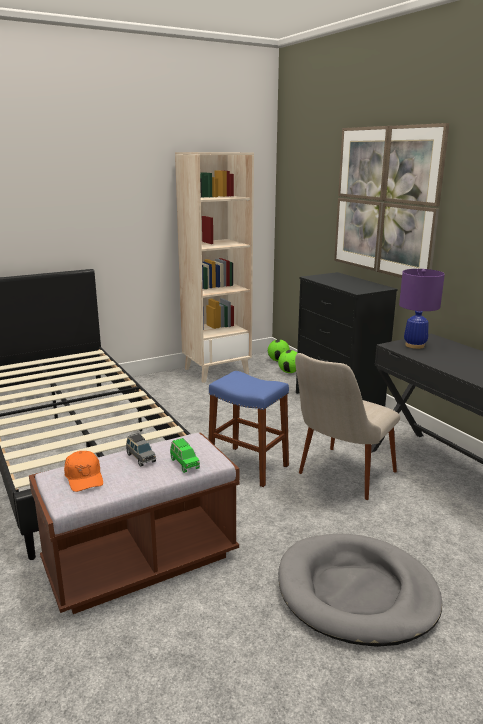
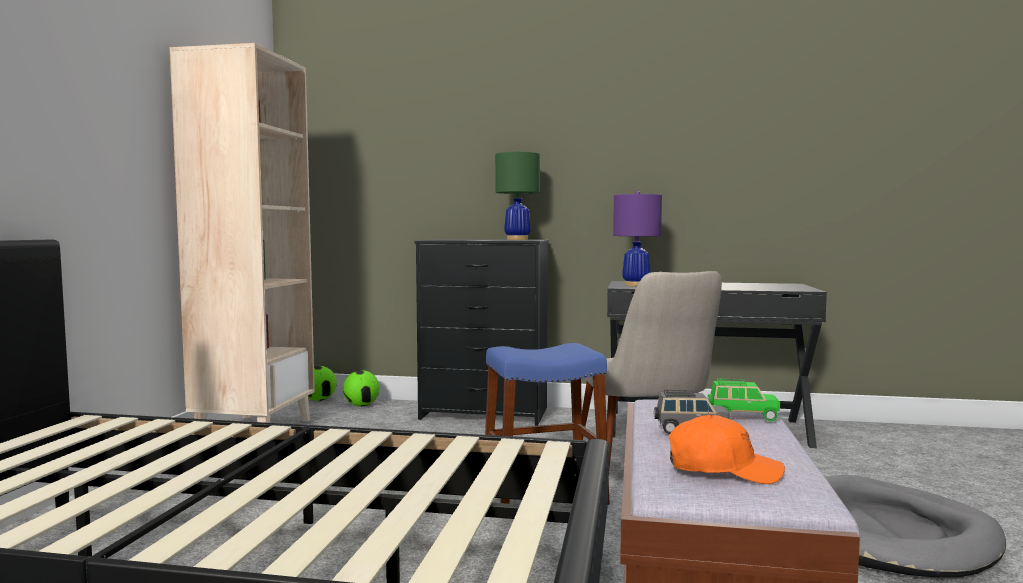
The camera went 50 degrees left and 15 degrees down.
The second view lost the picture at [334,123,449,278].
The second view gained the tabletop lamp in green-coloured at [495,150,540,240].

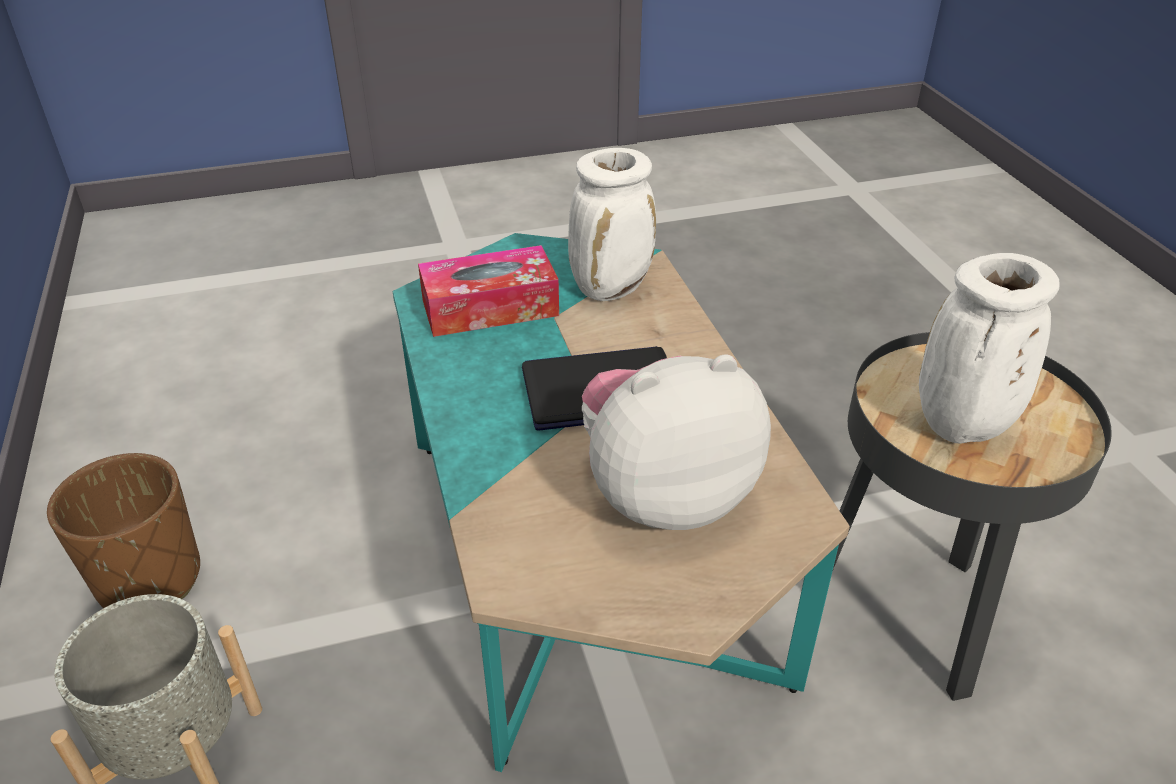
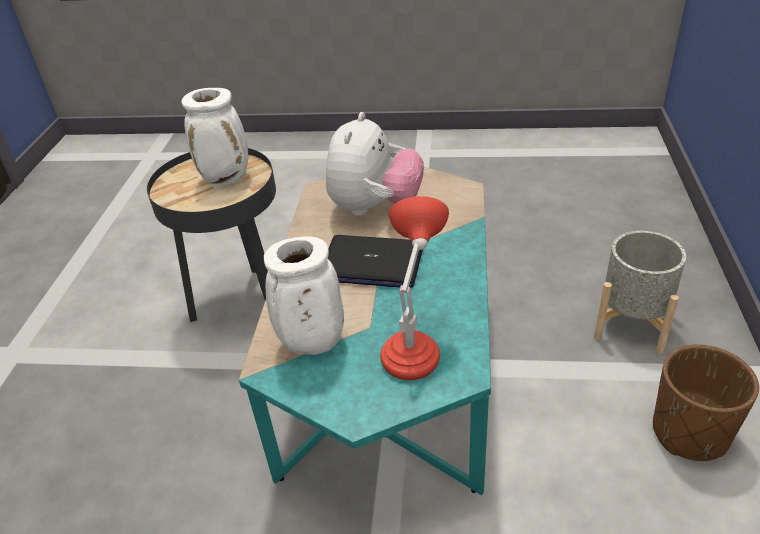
The camera went 155 degrees left and 0 degrees up.
Where the tissue holder stood at [418,245,559,337], the tabletop lamp in red came to stand at [380,196,449,380].
The cuddly toy at [582,354,771,530] ended up facing another way, 75 degrees counterclockwise from before.

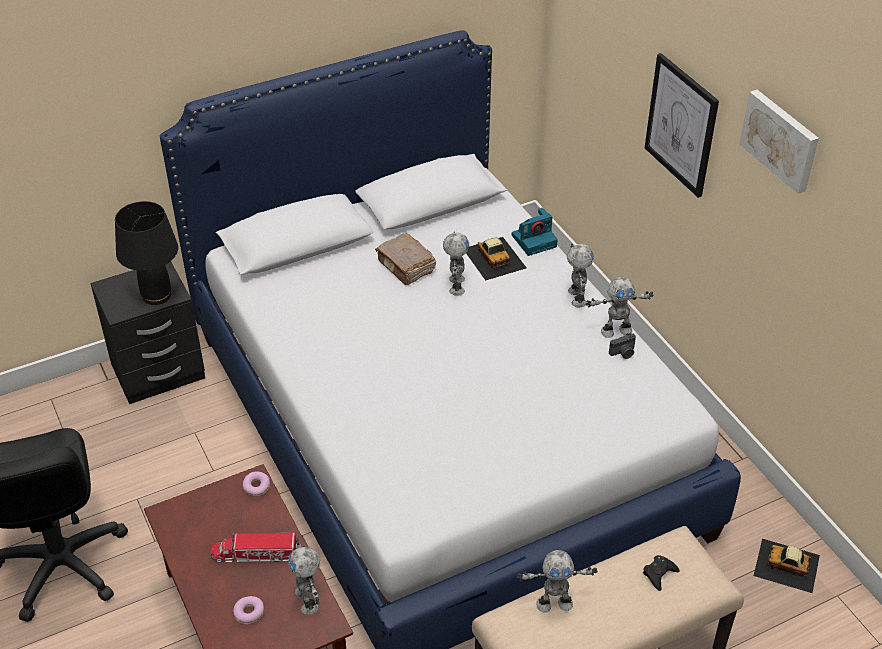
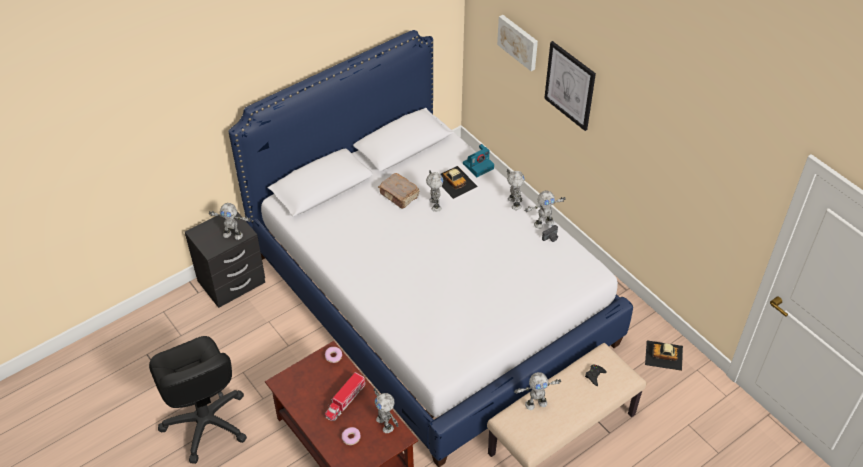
The camera went 10 degrees left and 5 degrees up.
Where the tabletop lamp in blackish stood at [115,201,178,305], the toy robot came to stand at [209,203,251,240].
The toy lorry at [211,533,296,563] ended up facing another way, 45 degrees counterclockwise from before.
The picture ended up elsewhere, having gone from [739,90,819,194] to [497,15,538,71].

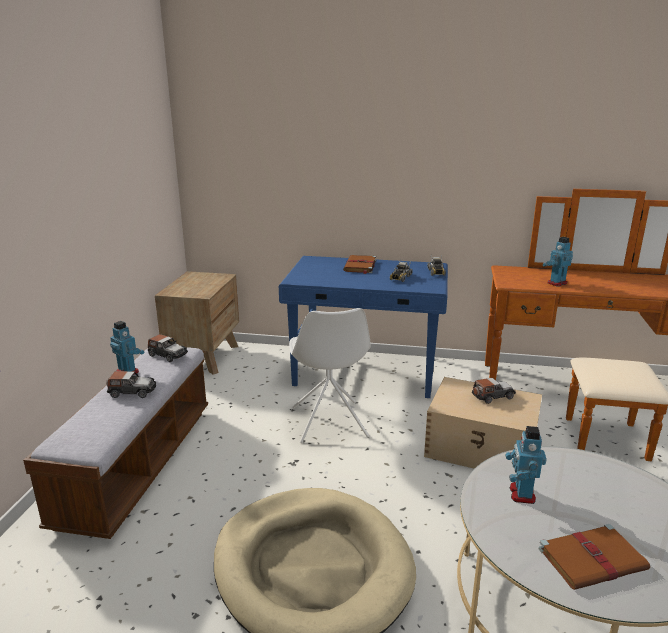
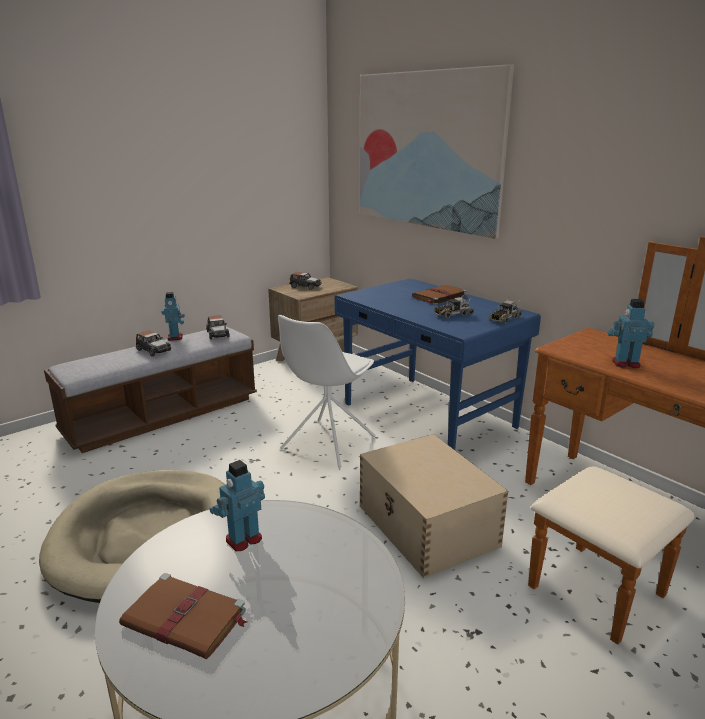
The camera went 40 degrees right and 0 degrees up.
The toy car ended up elsewhere, having gone from [472,378,516,404] to [289,272,322,290].
The second view gained the picture at [359,64,514,239].

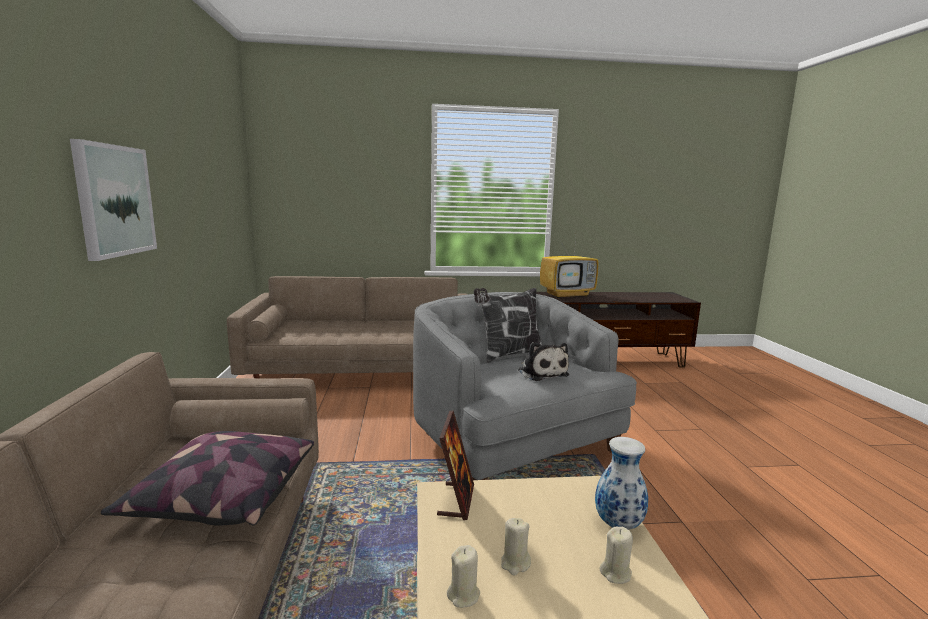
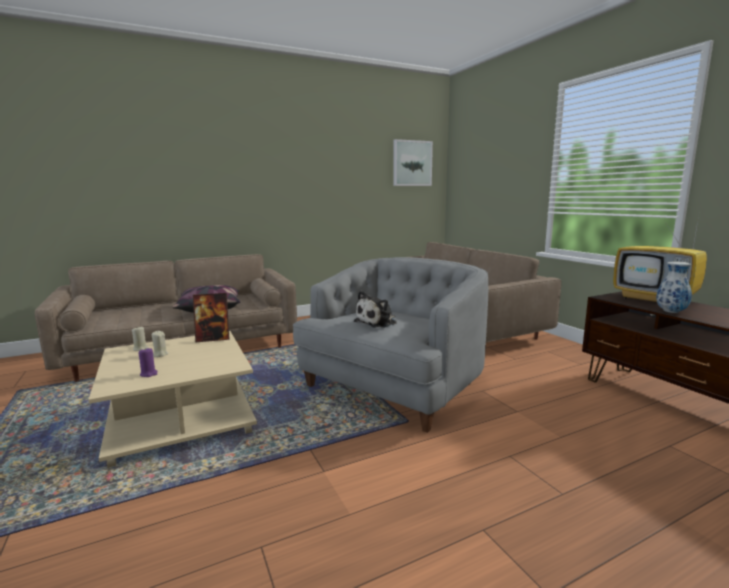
The camera went 70 degrees right and 0 degrees up.
The picture ended up elsewhere, having gone from [70,139,157,261] to [393,139,433,186].
The second view lost the throw pillow at [474,288,542,363].
The flower vase ended up elsewhere, having gone from [595,437,648,530] to [656,261,692,313].
What was the wax light in sand-coloured at [600,527,633,584] turned into the wax light in purple at [139,348,158,377].

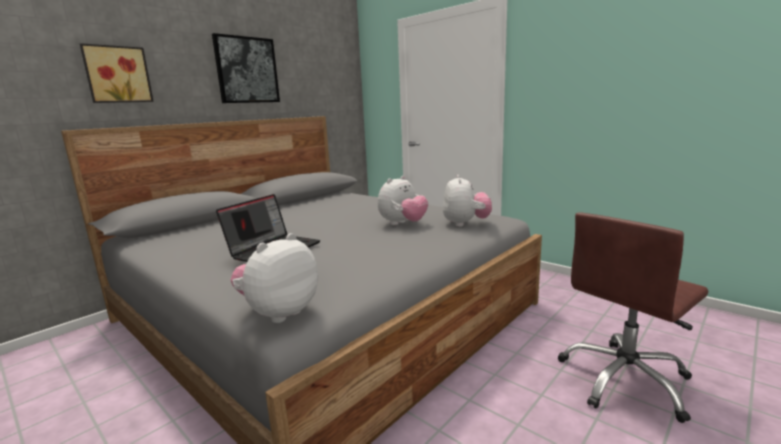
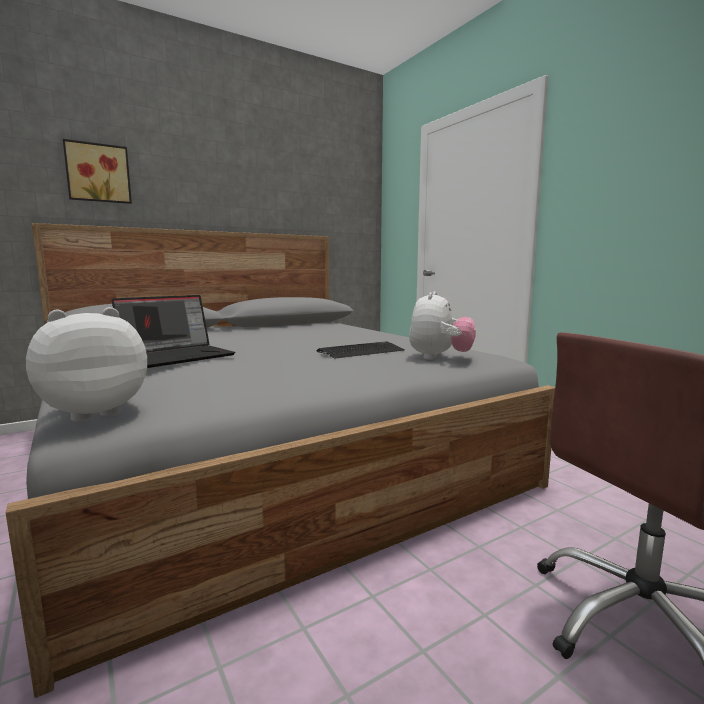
The camera went 15 degrees right and 5 degrees down.
The second view lost the picture at [212,33,280,103].
Where the cuddly toy stood at [378,176,428,225], the computer keyboard came to stand at [317,342,405,359].

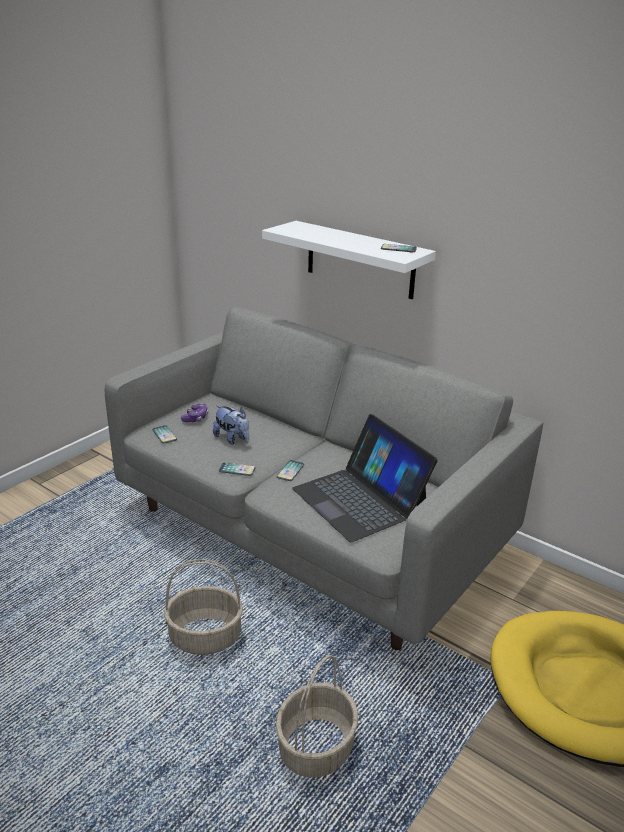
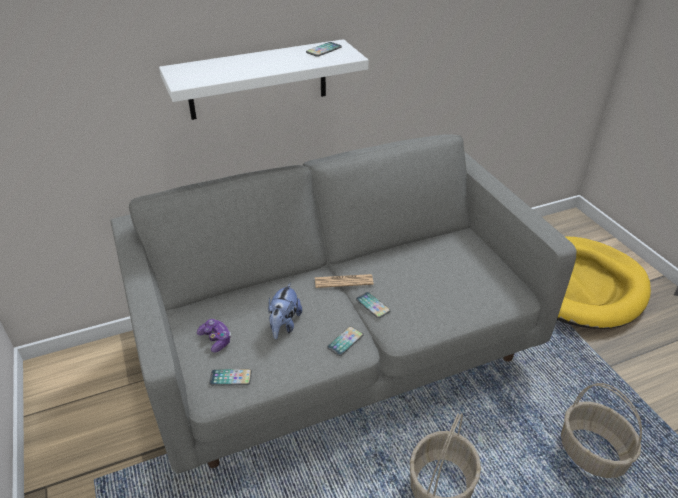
The camera went 60 degrees left and 10 degrees up.
The cuddly toy at [213,405,249,444] ended up facing another way, 120 degrees clockwise from before.
The second view lost the laptop at [292,414,438,542].
The second view gained the daily paper at [315,274,374,288].

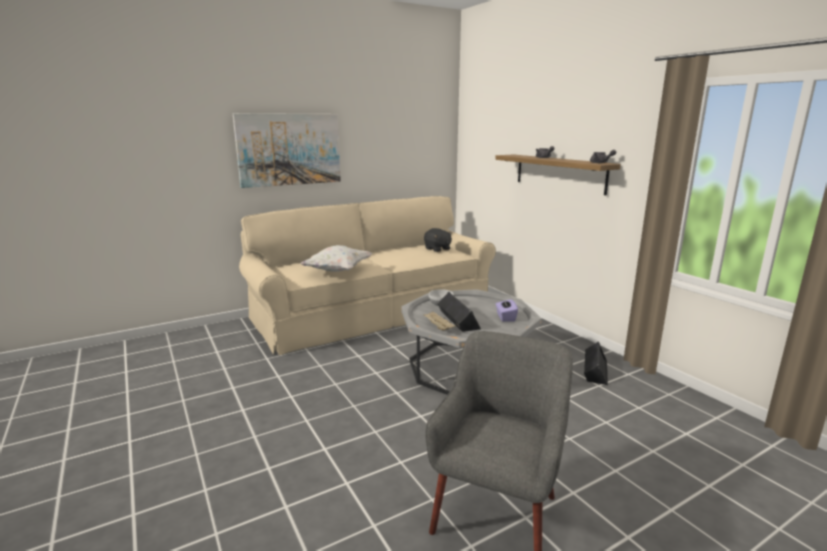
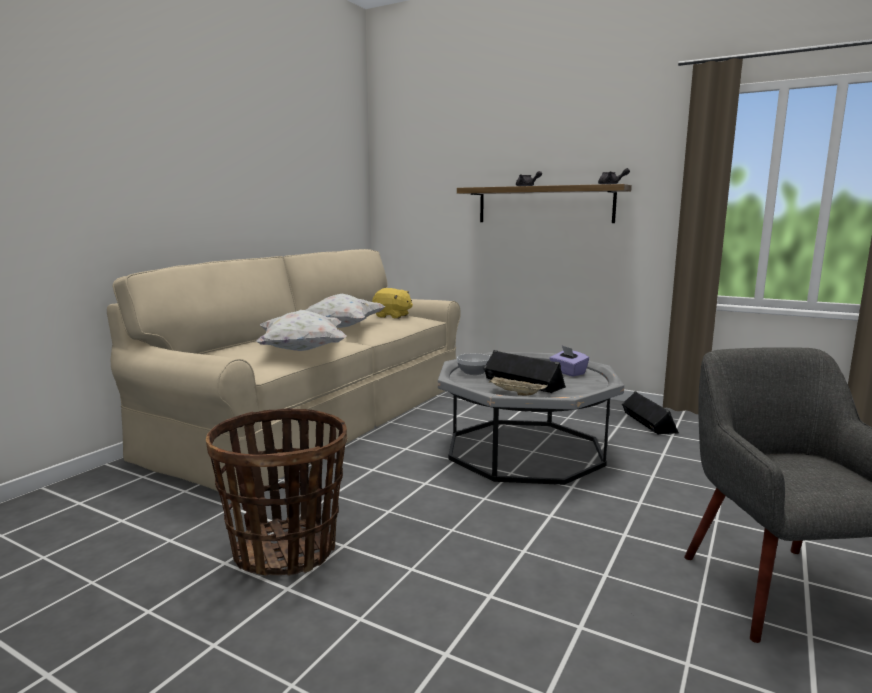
The camera went 30 degrees left and 5 degrees down.
The second view lost the picture at [233,113,341,188].
What was the cuddly toy in blackish at [424,228,452,252] turned into the cuddly toy in yellow-coloured at [372,288,413,319].
The second view gained the basket at [206,408,347,576].
The second view gained the throw pillow in white-coloured at [306,294,385,328].

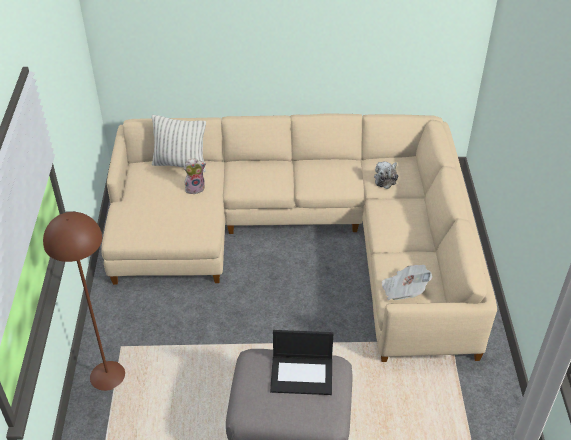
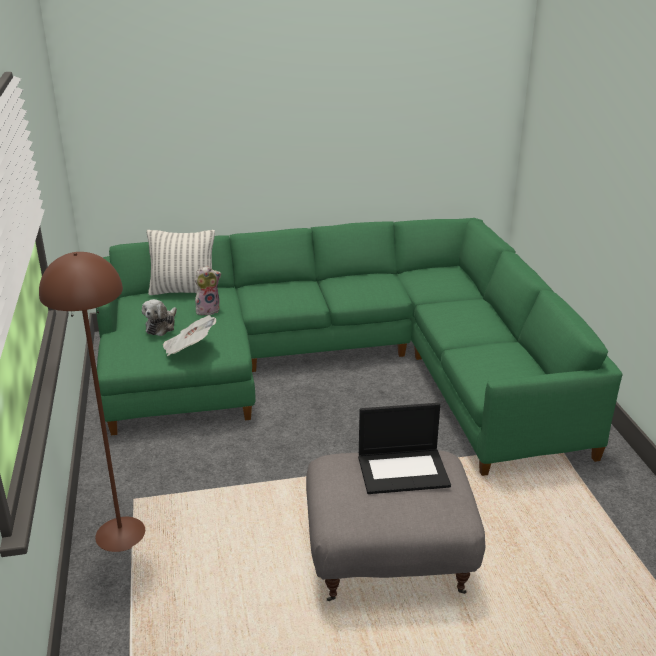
The camera went 10 degrees left and 15 degrees down.
What was the settee in sand-coloured at [101,113,497,362] turned into the settee in green-coloured at [96,218,623,476].
The cuddly toy ended up elsewhere, having gone from [374,161,398,189] to [142,299,177,336].
The daily paper ended up elsewhere, having gone from [381,265,432,300] to [163,315,216,356].

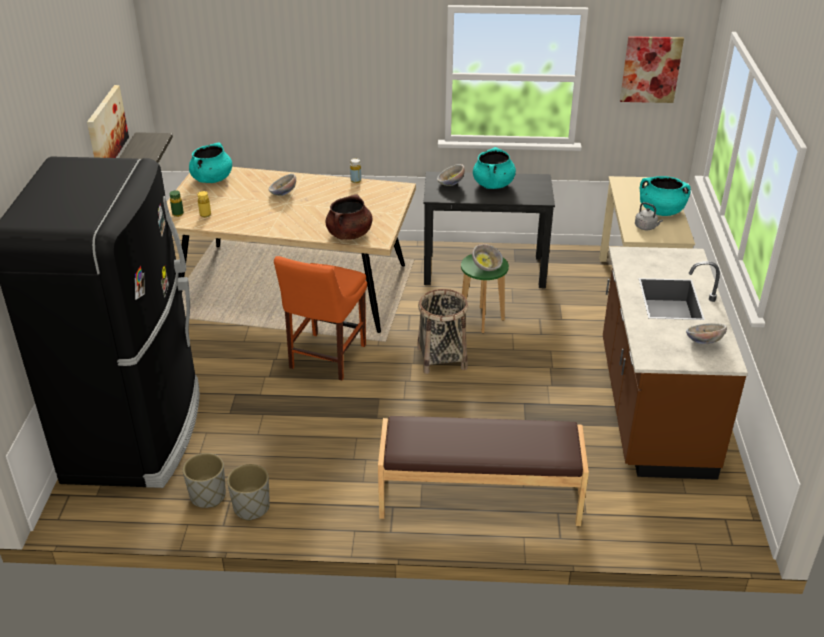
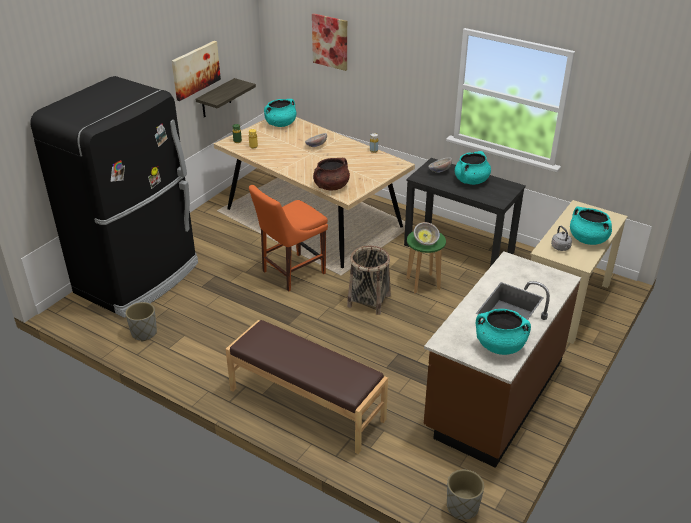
The camera went 30 degrees right and 0 degrees up.
The flower pot in greyish ended up elsewhere, having gone from [227,464,270,521] to [447,470,484,520].
The picture ended up elsewhere, having gone from [620,36,684,103] to [312,13,347,71].
Where the serving bowl stood at [686,323,727,344], the saucepot in turquoise came to stand at [476,309,531,355].

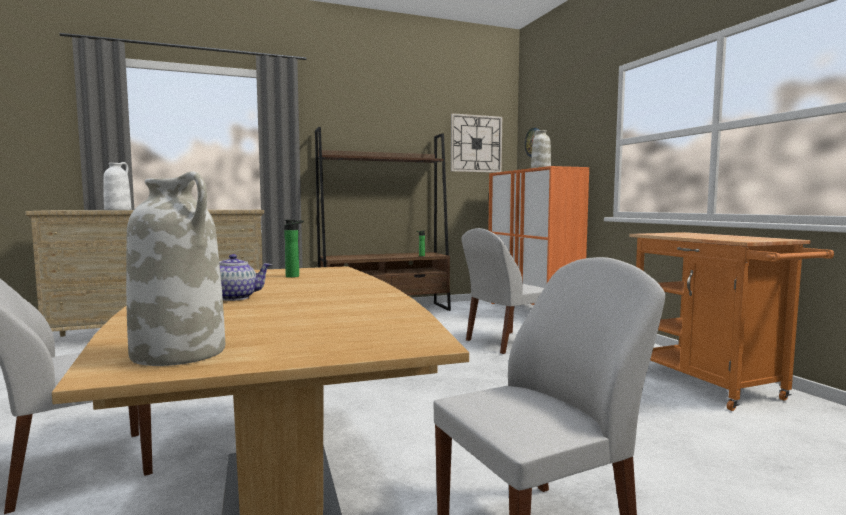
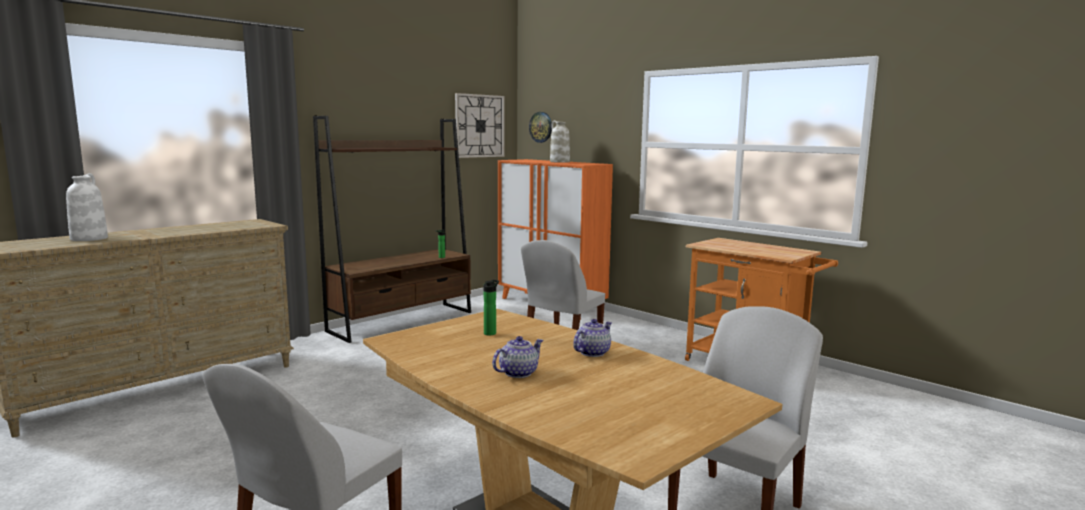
The camera went 25 degrees left and 5 degrees up.
The second view lost the flower vase in white-coloured at [126,171,225,366].
The second view gained the tea pot at [573,319,612,357].

